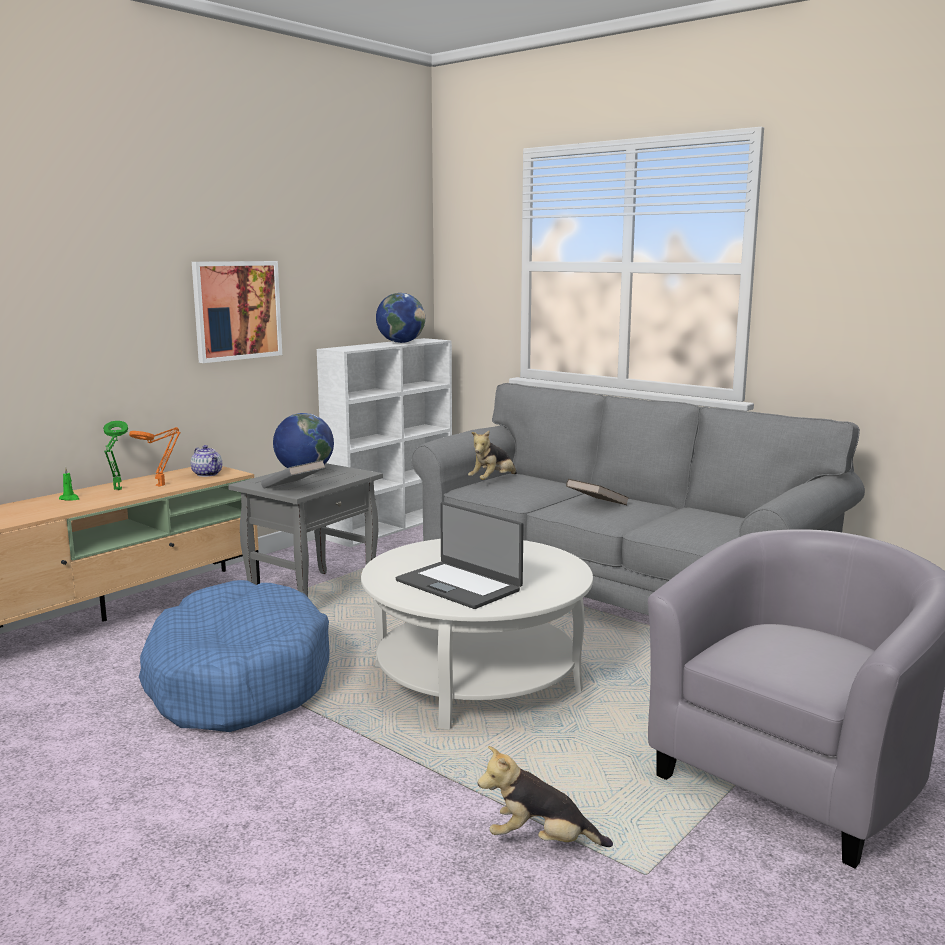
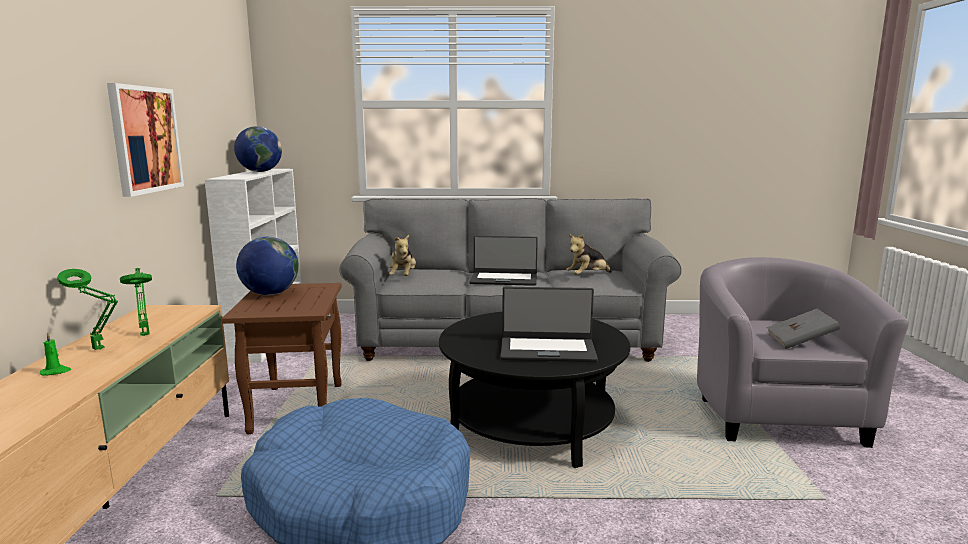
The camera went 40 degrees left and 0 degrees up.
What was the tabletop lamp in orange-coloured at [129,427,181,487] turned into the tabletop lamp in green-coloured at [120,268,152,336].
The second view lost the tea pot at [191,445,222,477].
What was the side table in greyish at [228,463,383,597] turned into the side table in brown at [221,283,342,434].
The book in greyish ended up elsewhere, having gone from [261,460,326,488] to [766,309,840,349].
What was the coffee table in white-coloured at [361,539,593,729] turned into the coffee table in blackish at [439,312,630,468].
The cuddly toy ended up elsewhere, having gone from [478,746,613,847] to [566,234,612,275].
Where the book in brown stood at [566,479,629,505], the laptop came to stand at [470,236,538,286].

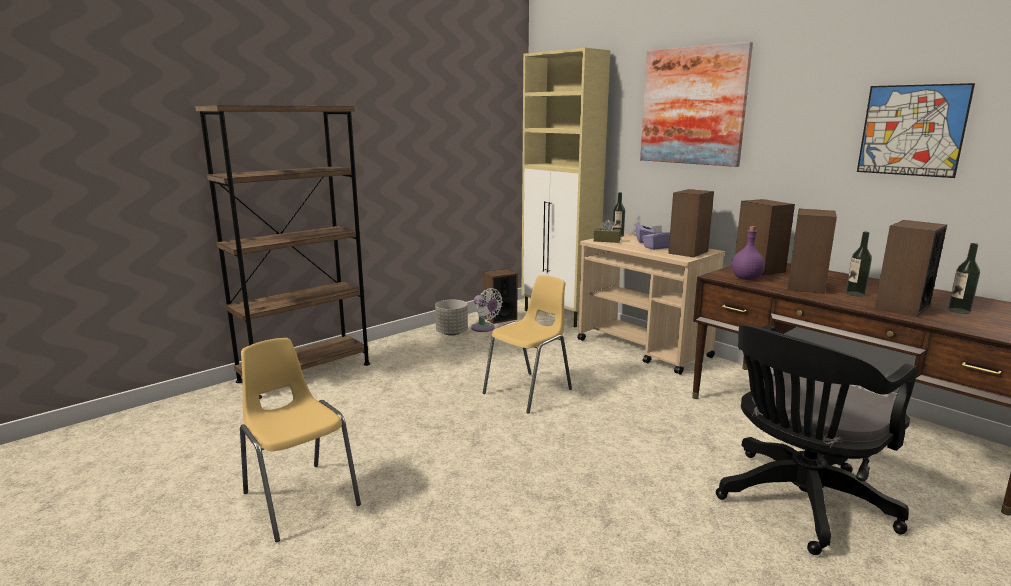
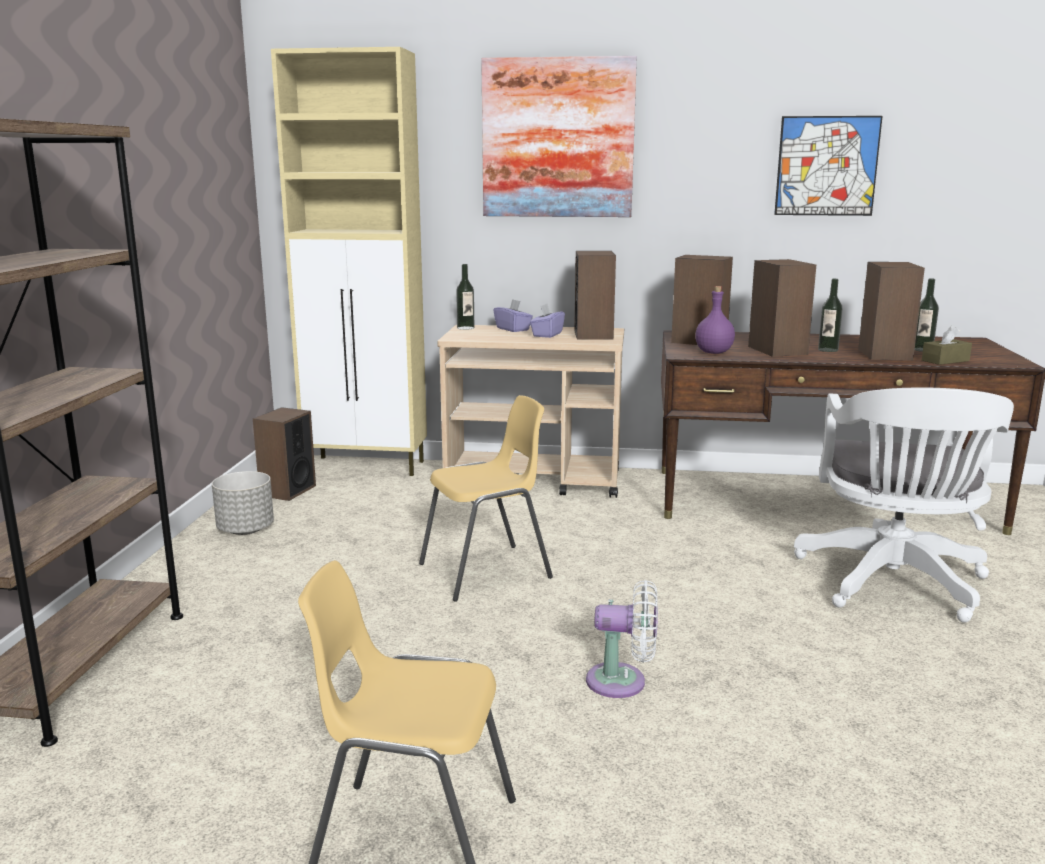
The camera went 40 degrees left and 0 degrees up.
The cooling fan in white-coloured ended up elsewhere, having gone from [471,288,503,332] to [586,580,658,698].
The chair in yellow-coloured at [483,275,572,414] ended up facing another way, 60 degrees clockwise from before.
The tissue holder in brown ended up elsewhere, having gone from [594,219,621,243] to [922,325,972,365].
What was the desk chair in blackish at [716,325,917,555] turned into the desk chair in white-coloured at [794,388,1014,623].

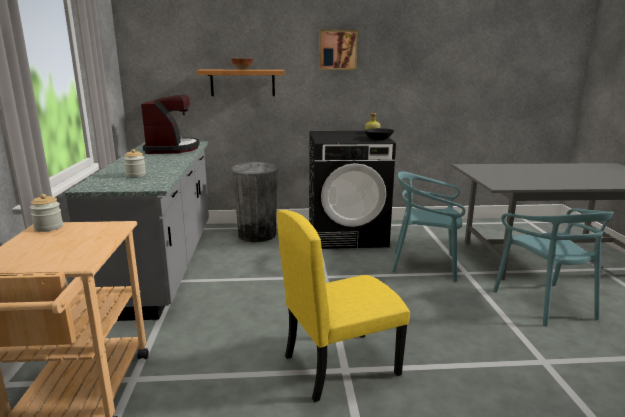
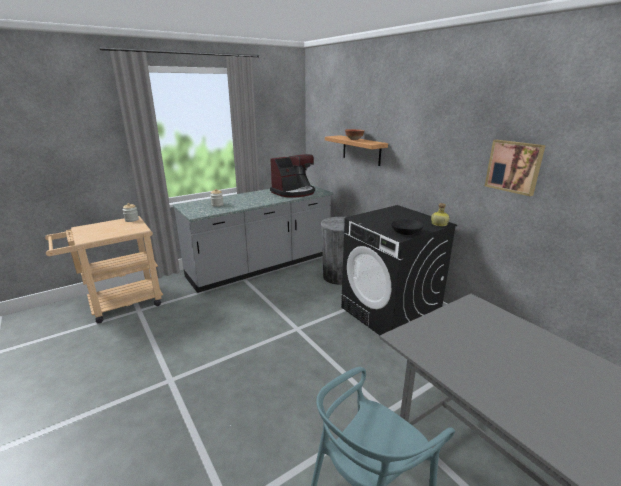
The camera went 60 degrees right and 5 degrees up.
The second view lost the chair in yellow-coloured at [277,210,410,402].
The picture ended up elsewhere, having gone from [319,30,358,70] to [485,140,546,196].
The second view lost the chair in turquoise at [392,171,465,281].

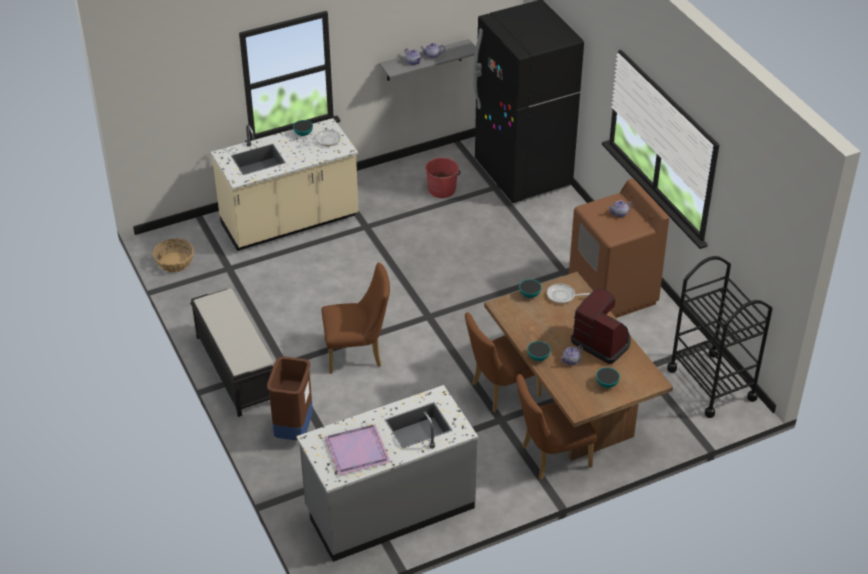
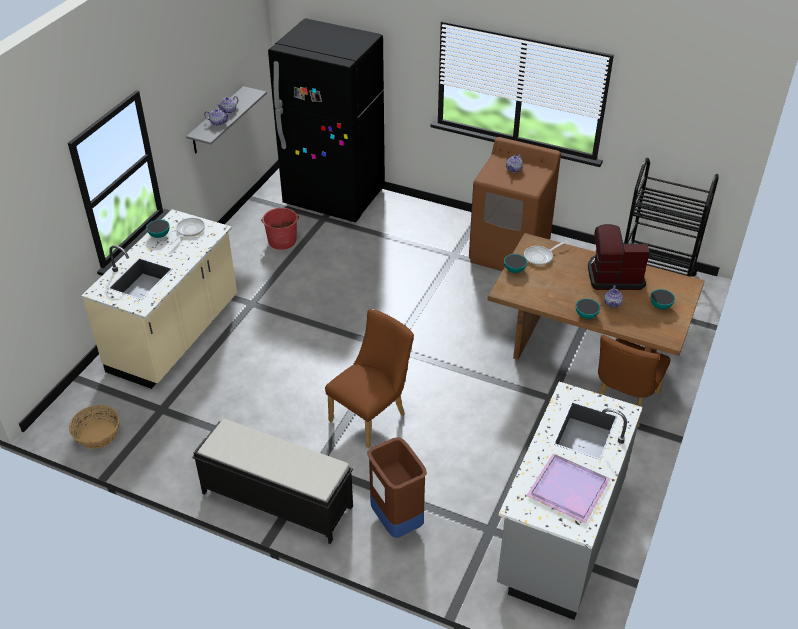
The camera went 40 degrees left and 0 degrees up.
The second view lost the chair in brown at [465,312,542,412].

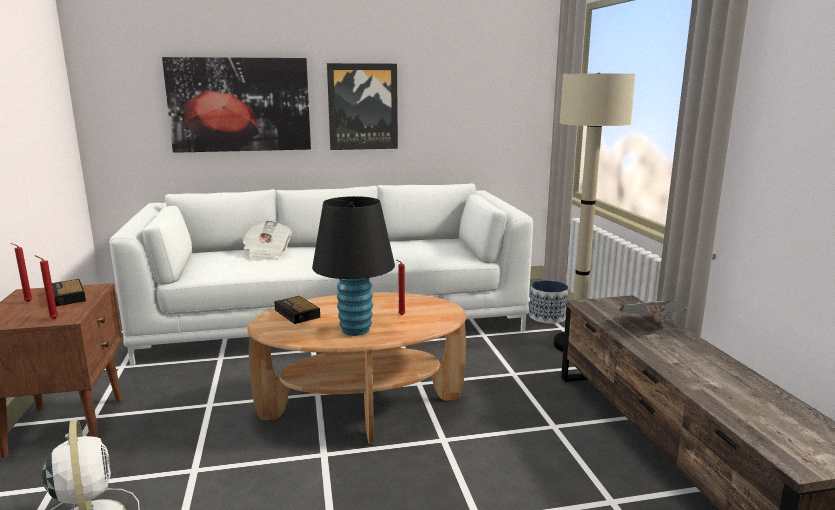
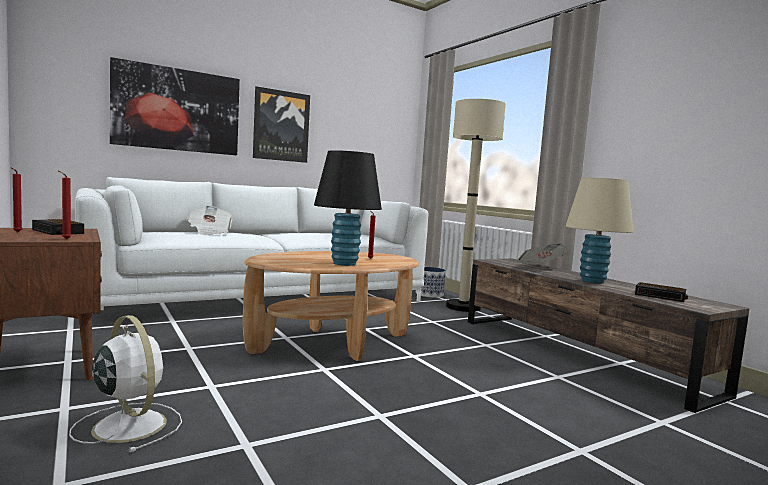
The camera went 20 degrees left and 10 degrees down.
The bedside clock ended up elsewhere, having gone from [274,296,320,324] to [635,282,688,302].
The second view gained the tabletop lamp in sand-coloured at [565,178,634,284].

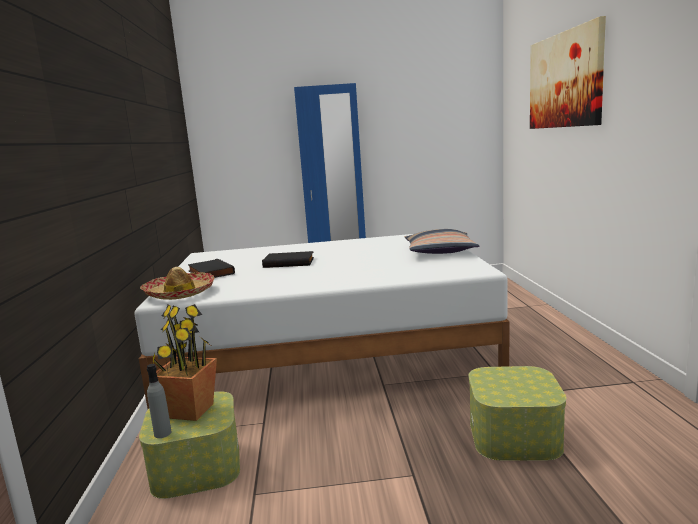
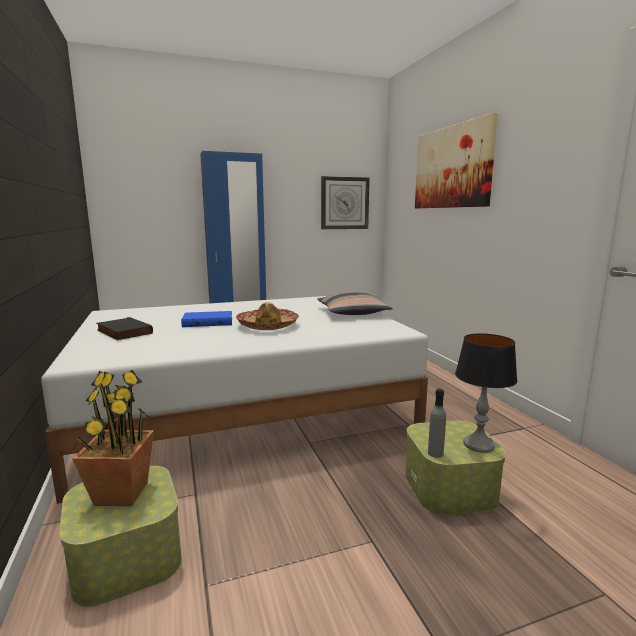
The camera went 15 degrees left and 0 degrees up.
The wearable hat ended up elsewhere, having gone from [140,267,215,300] to [236,302,299,330].
The beverage bottle in greyish ended up elsewhere, having gone from [147,364,171,438] to [428,389,446,458].
What was the book in blackish at [262,251,314,268] turned into the book in bluish at [181,311,232,327].
The second view gained the clock on the wall at [321,176,370,229].
The second view gained the tabletop lamp at [455,333,517,453].

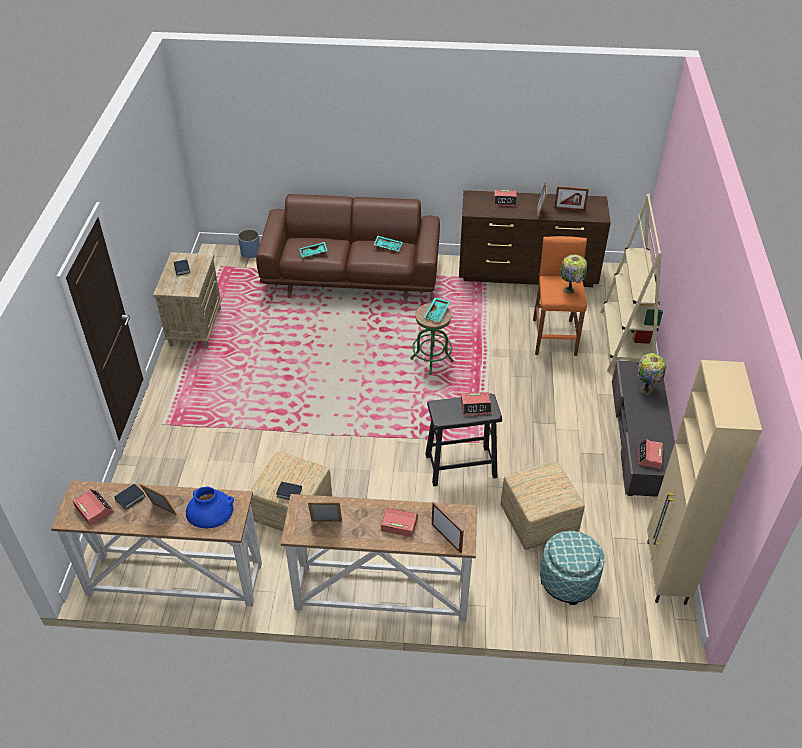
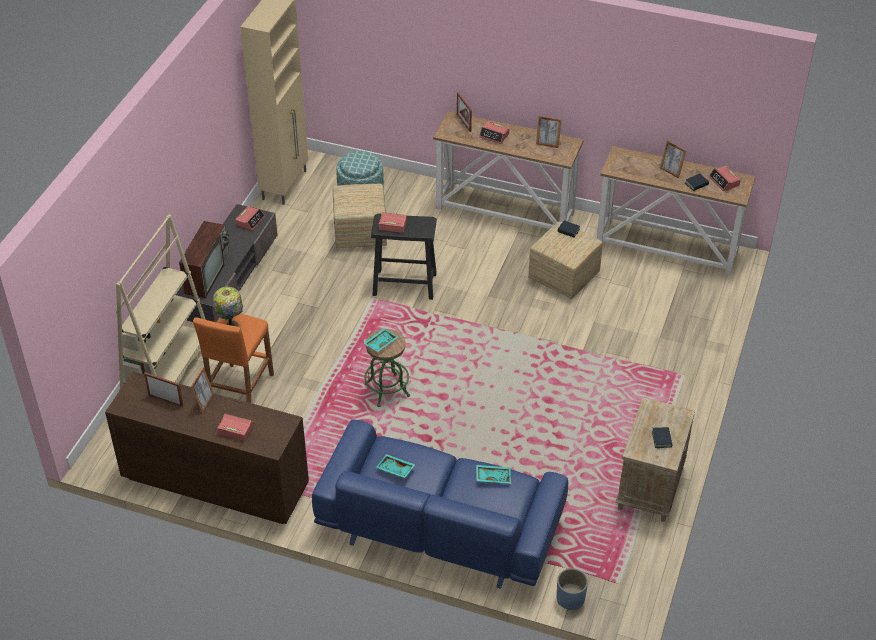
The camera went 165 degrees left and 0 degrees up.
The second view lost the flower vase in bluish at [186,486,234,528].
What was the settee in brown at [256,194,440,304] turned into the settee in bluish at [312,419,568,589].
Where the tabletop lamp stood at [637,353,666,395], the TV came to stand at [179,221,230,299].

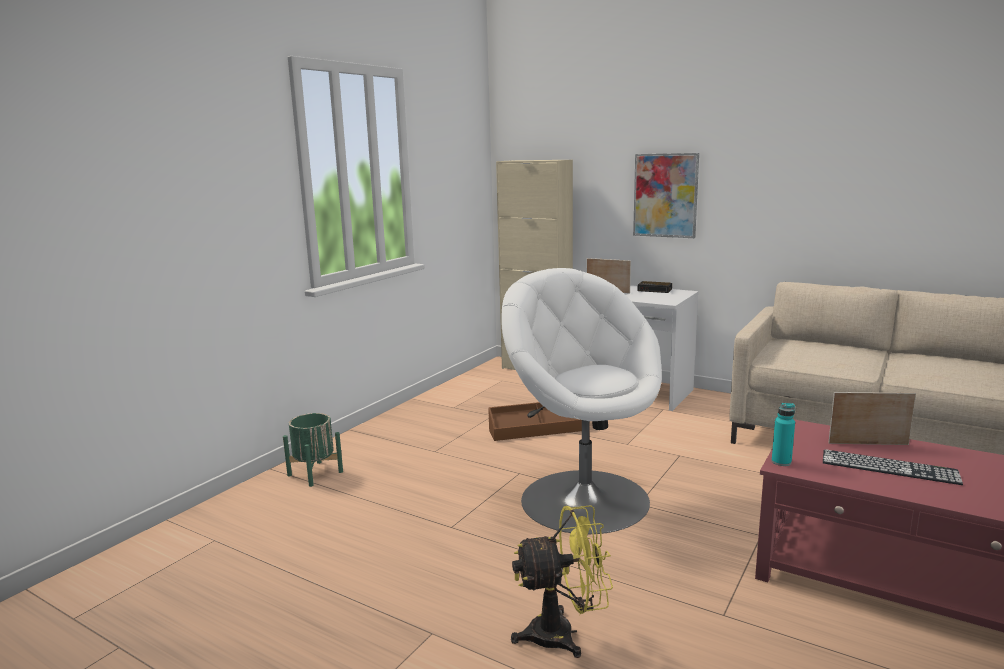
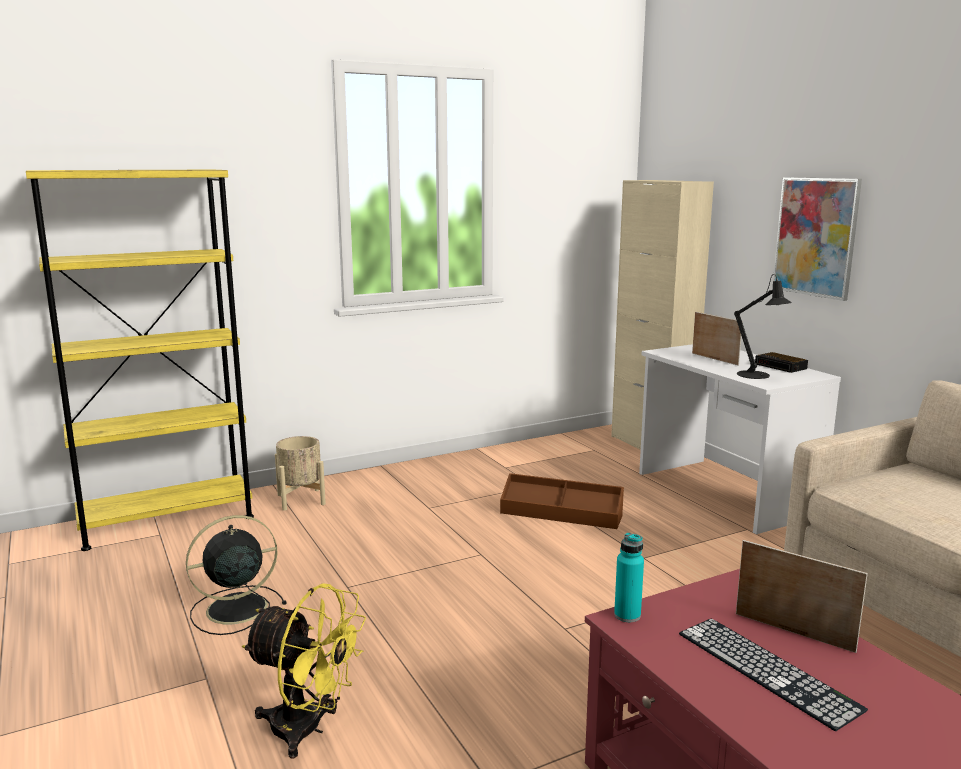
The camera went 30 degrees right and 0 degrees up.
What was the flower pot in green-coloured at [283,413,343,487] turned into the flower pot in sand-coloured at [275,436,326,511].
The second view lost the lounge chair in white-coloured at [501,268,662,534].
The second view gained the bookcase in yellow-coloured at [26,170,254,551].
The second view gained the cooling fan in blackish at [186,515,287,635].
The second view gained the tabletop lamp in blackish at [734,274,792,379].

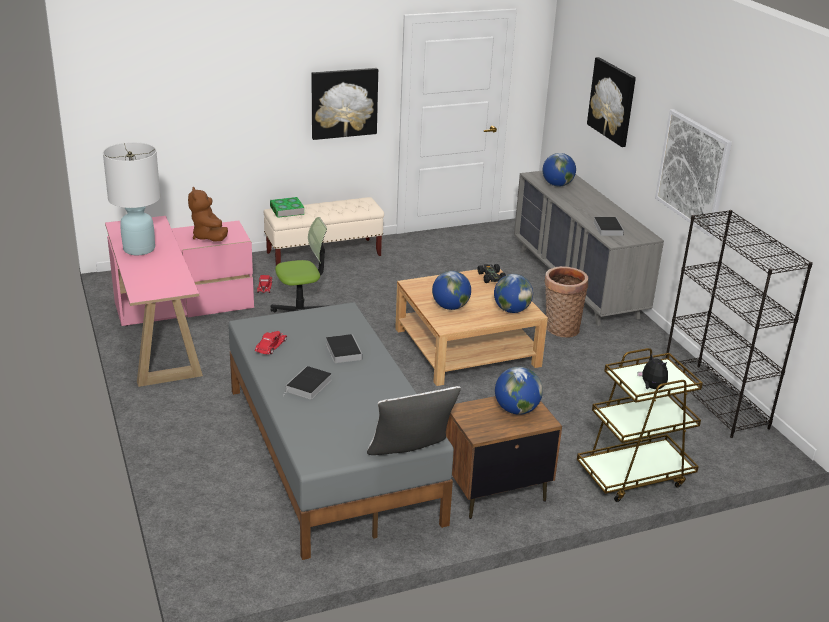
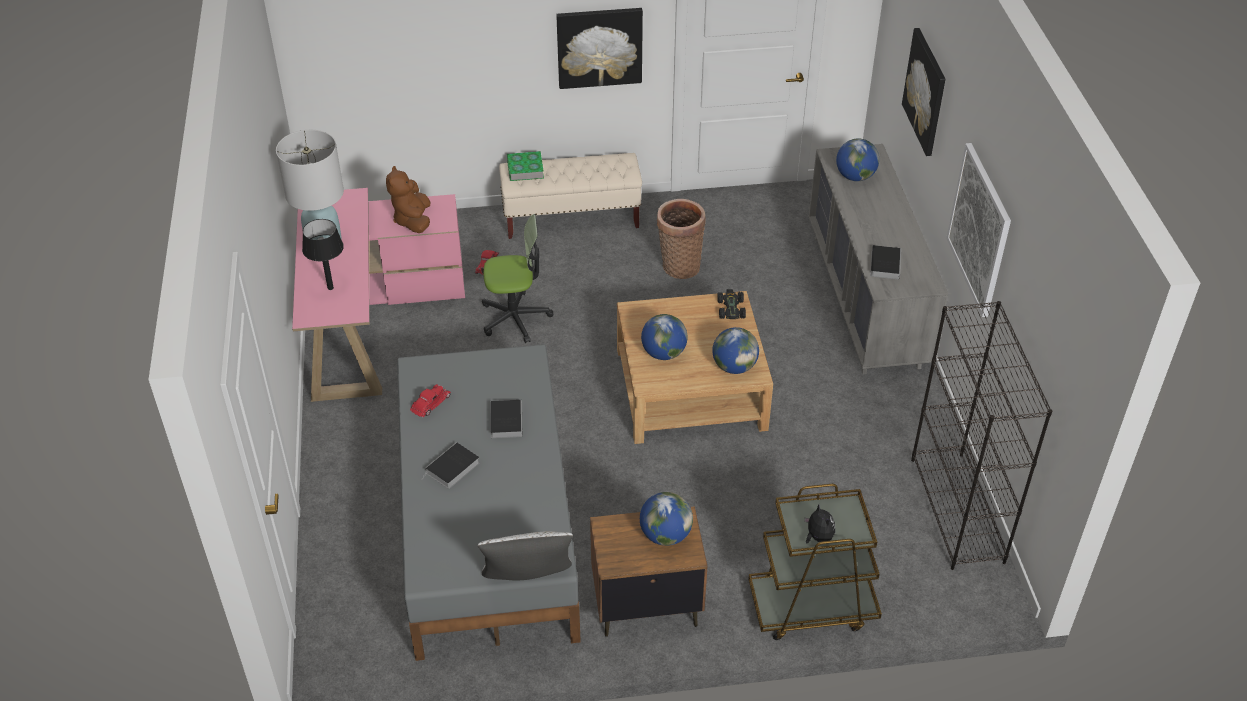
The camera went 15 degrees right and 15 degrees up.
The basket ended up elsewhere, having gone from [544,266,588,337] to [657,199,705,279].
The second view gained the tabletop lamp in blackish at [302,219,344,290].

